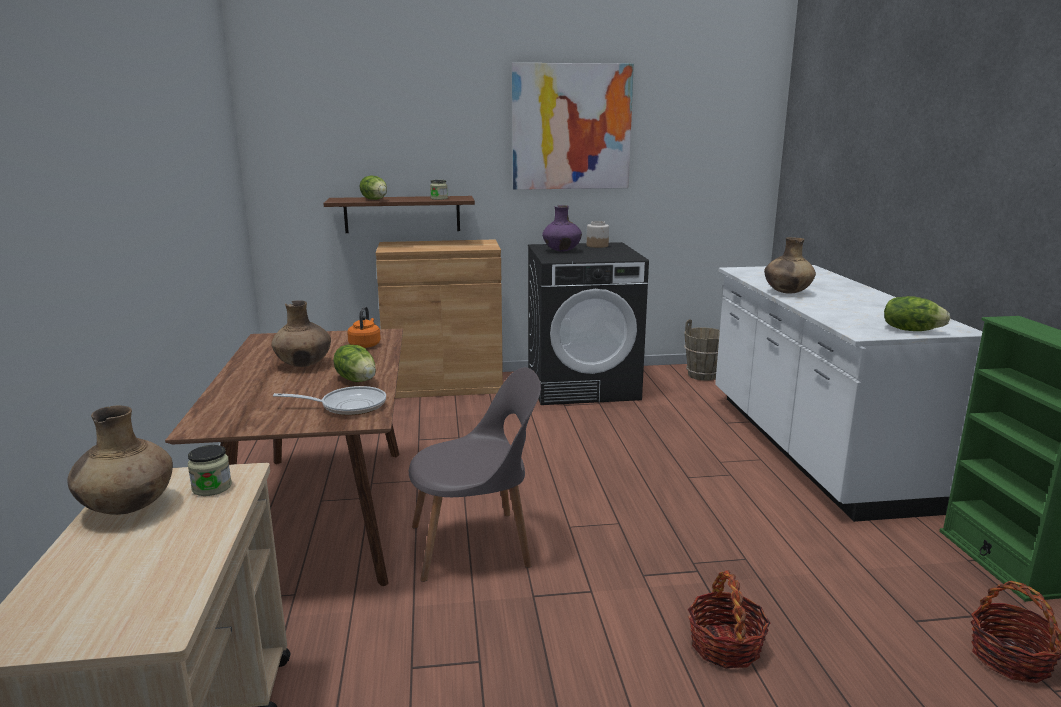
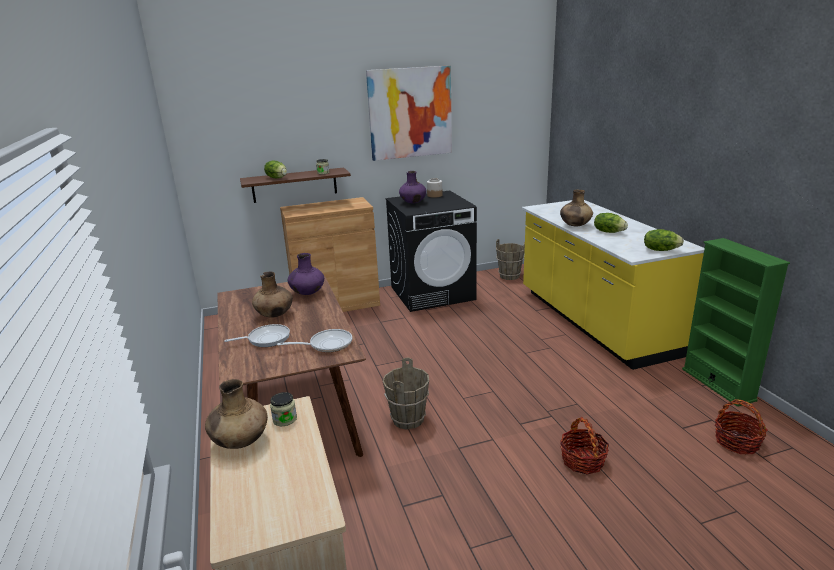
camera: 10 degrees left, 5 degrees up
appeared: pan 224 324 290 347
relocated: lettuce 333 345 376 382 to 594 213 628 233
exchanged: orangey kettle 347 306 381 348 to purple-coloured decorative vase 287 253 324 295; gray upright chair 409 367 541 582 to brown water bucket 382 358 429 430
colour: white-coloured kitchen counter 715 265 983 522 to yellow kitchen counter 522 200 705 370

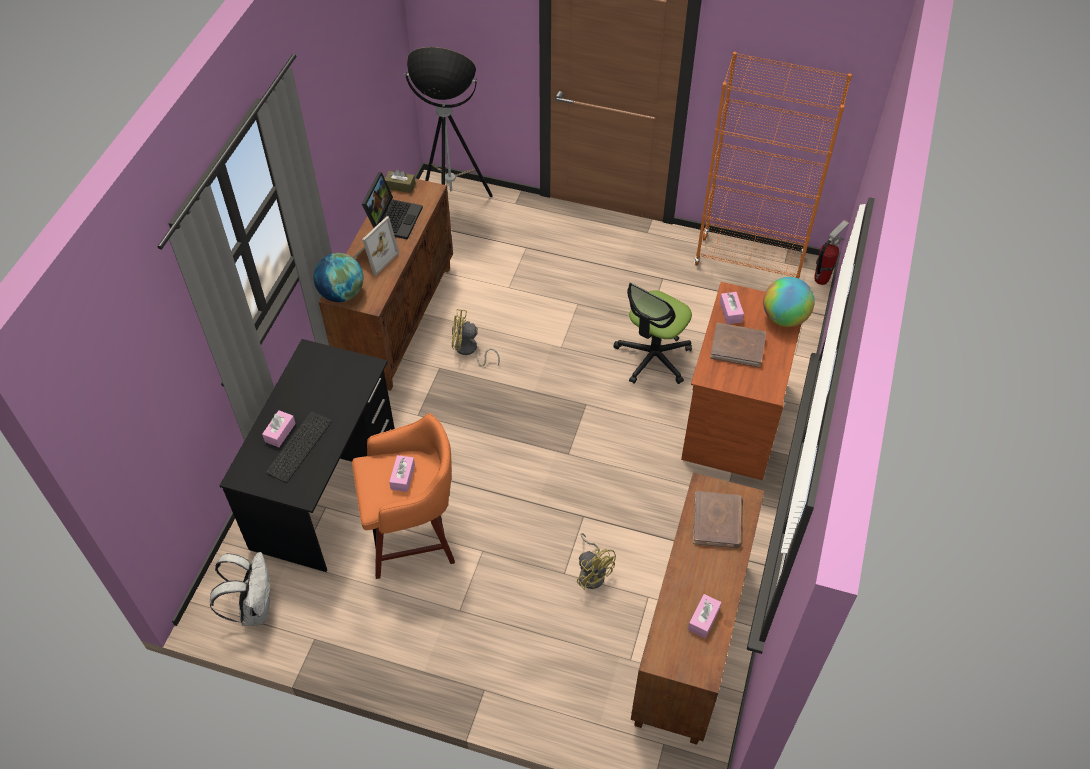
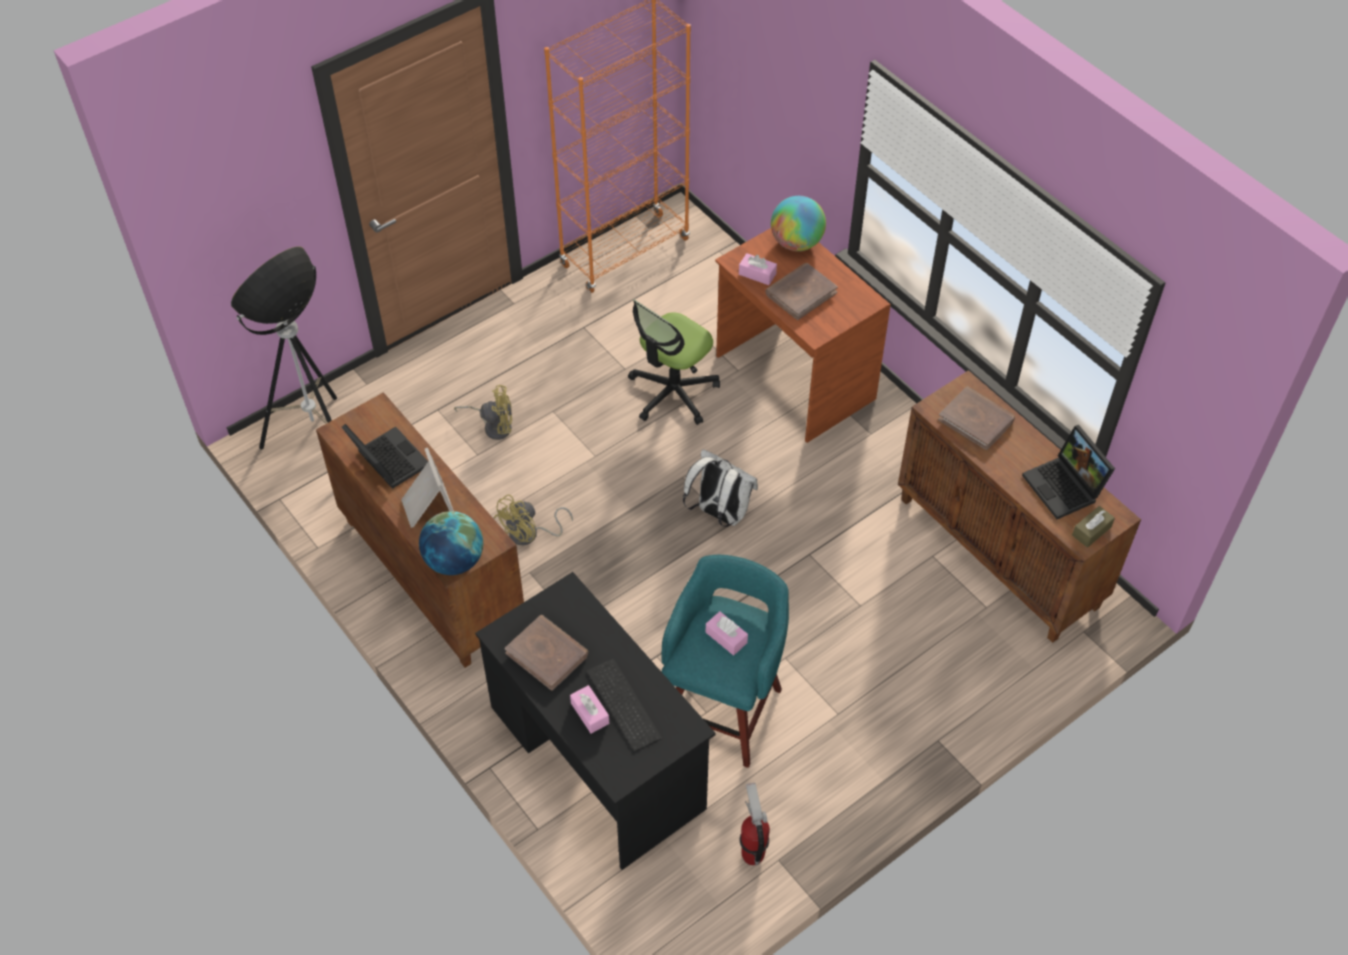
camera: 55 degrees left, 0 degrees up
appeared: brown bound book 505 615 588 691
relocated: brown box of tissues 385 169 416 193 to 1072 506 1115 548; fire-fighting cylinder 815 220 849 285 to 740 783 770 865; yellow electric fan 577 533 616 590 to 454 385 512 440; white-coloured rucksack 210 552 272 626 to 683 449 758 527
exchanged: pinkish box of tissues 688 594 722 638 to laptop 1022 425 1115 519
colour: orangey sitting stool 352 413 455 579 to turquoise sitting stool 661 555 789 768
spun: computer chair 613 283 692 384 = 628 299 720 425 60 degrees clockwise

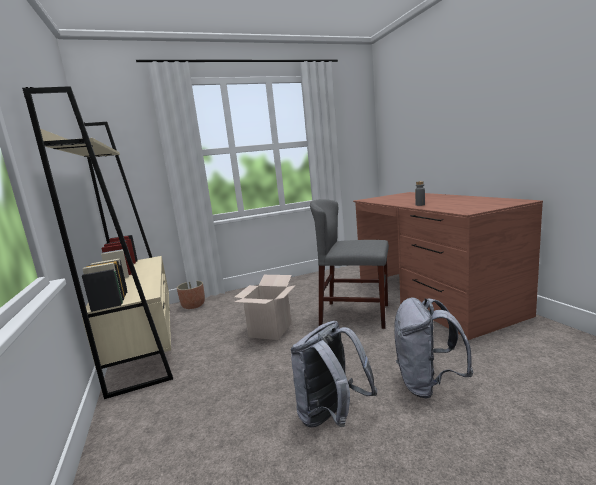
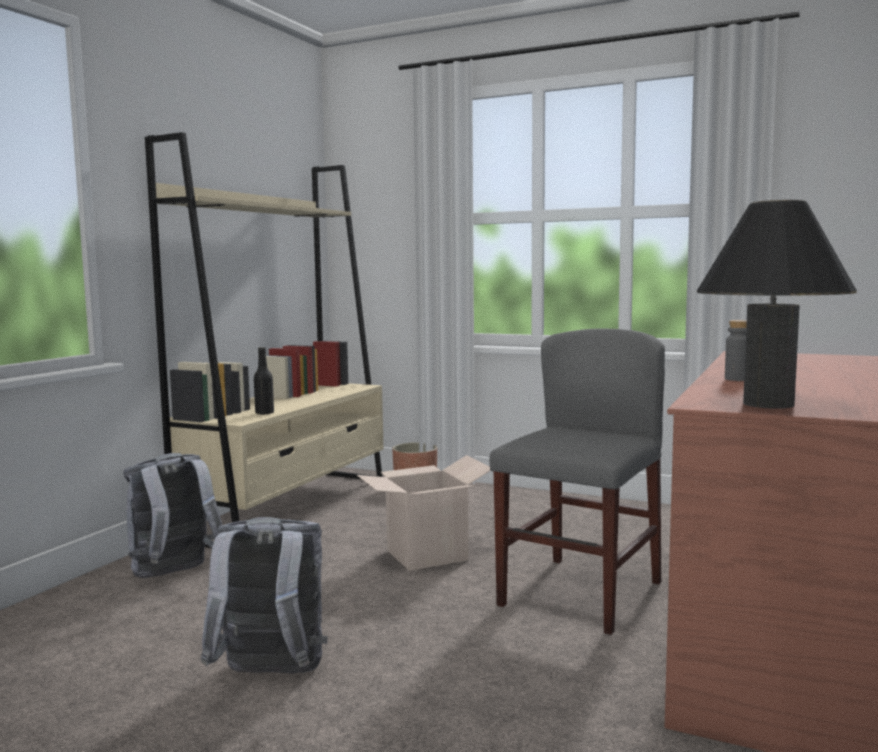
camera: 45 degrees right, 5 degrees down
appeared: blackish table lamp 697 200 857 409; blackish bottle 254 347 274 415
relocated: gray rucksack 394 297 473 399 to 124 453 222 578
spun: gray upright chair 310 199 389 329 = 489 328 665 635 60 degrees clockwise

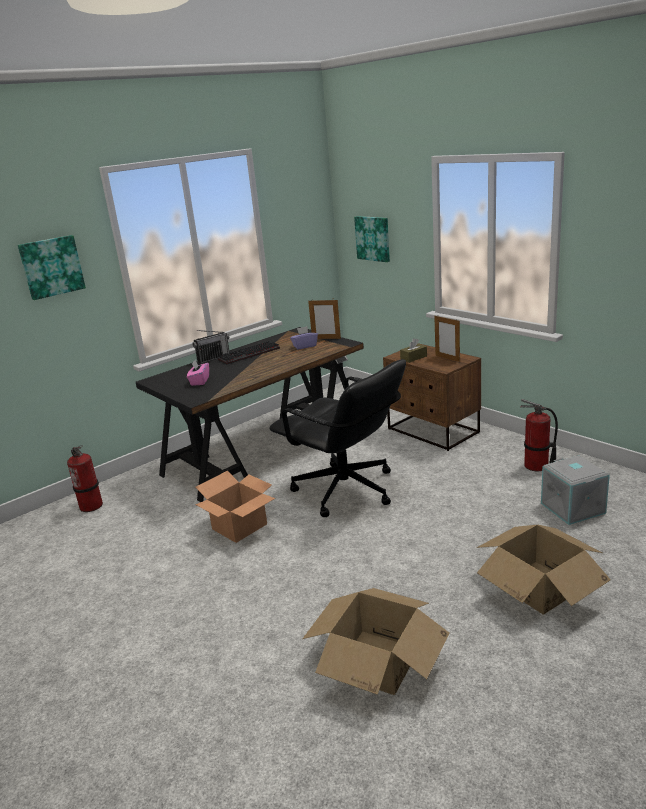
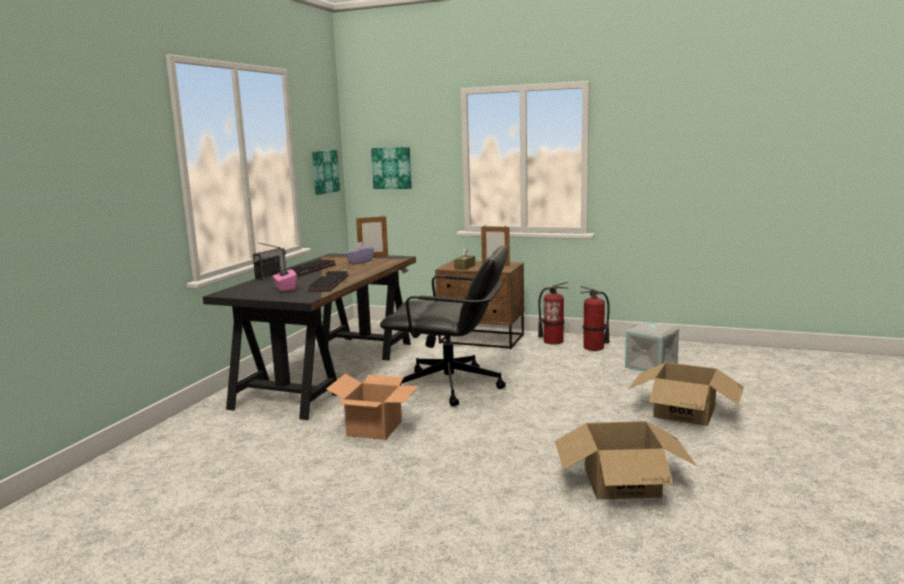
camera: 30 degrees left, 10 degrees down
appeared: PC keyboard 308 271 348 292
relocated: wall art 18 235 86 300 to 312 150 340 195; fire-fighting cylinder 67 445 103 512 to 538 282 568 345

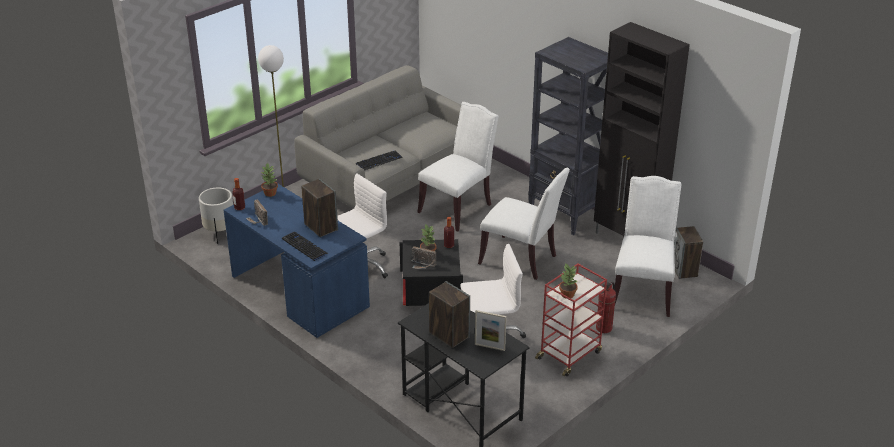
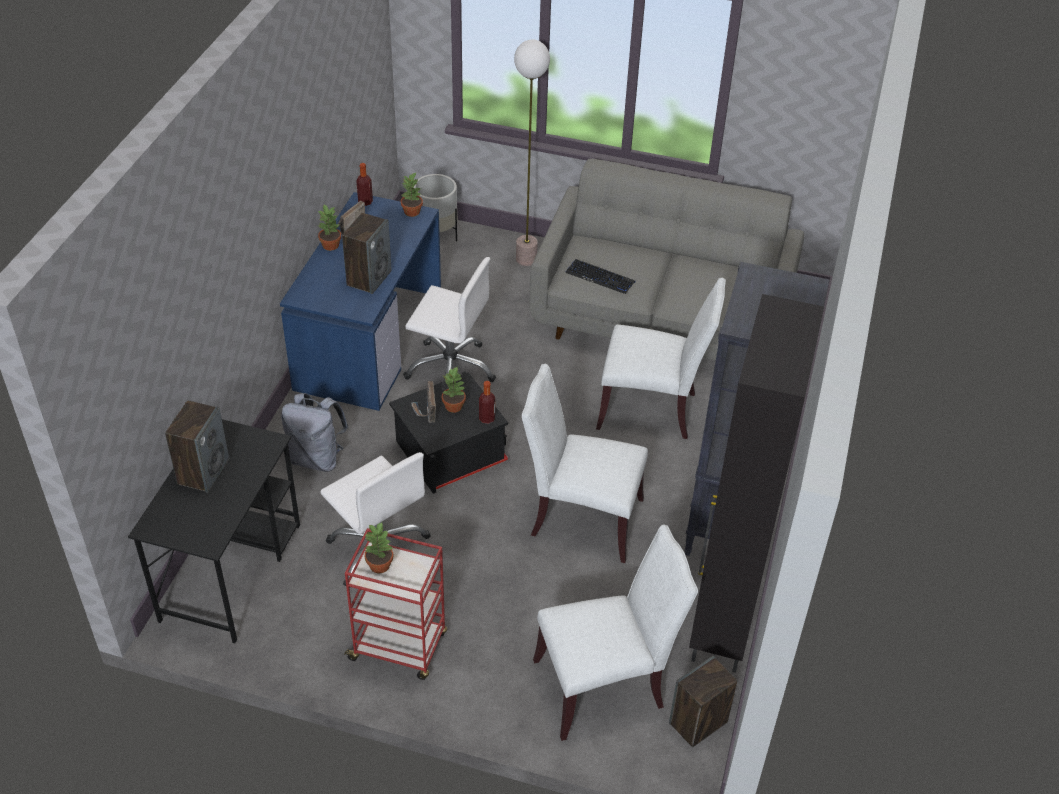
camera: 60 degrees right, 10 degrees up
missing: PC keyboard 282 232 328 261; fire-fighting cylinder 596 282 616 333; picture frame 475 310 506 351
appeared: plant in a pot 318 204 341 251; gray rucksack 281 393 349 472
spun: white-coloured upright chair 478 168 570 280 = 522 364 648 563 105 degrees clockwise

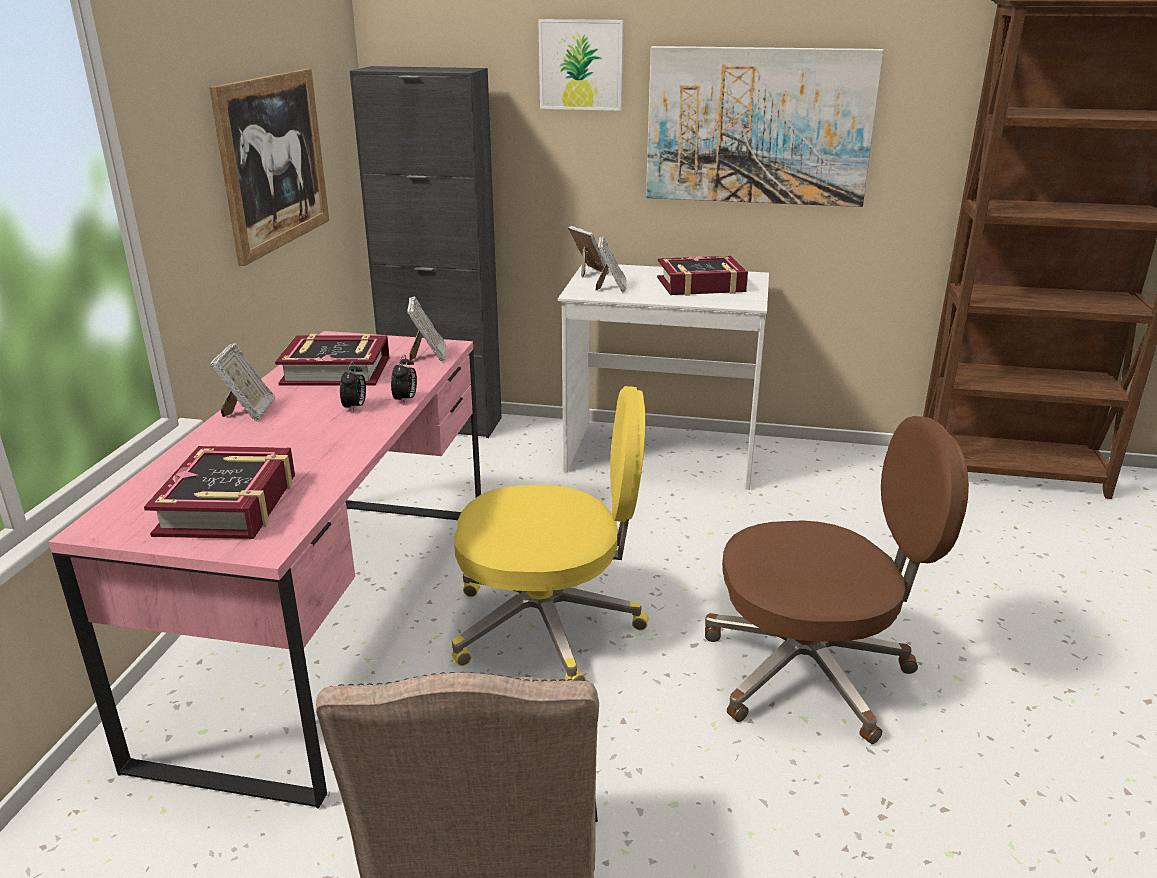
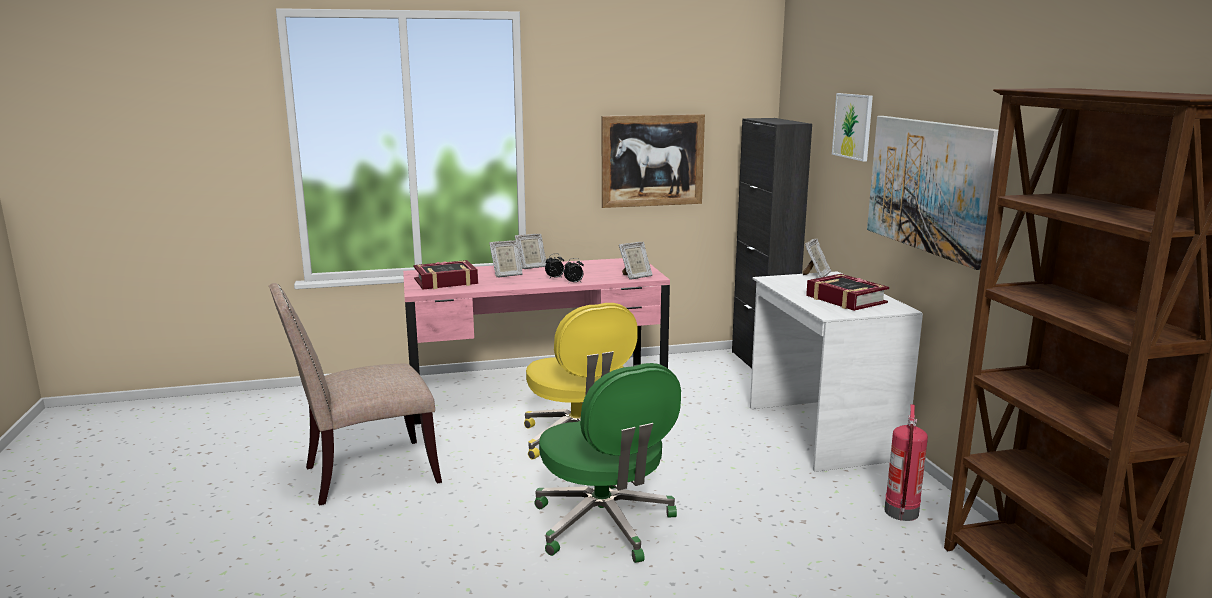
camera: 65 degrees right, 10 degrees down
missing: bound book 275 334 390 386
appeared: fire-fighting cylinder 884 404 928 521
relocated: picture frame 595 236 627 292 to 489 240 523 277
colour: brown computer chair 705 416 969 744 to greenish computer chair 534 363 681 563

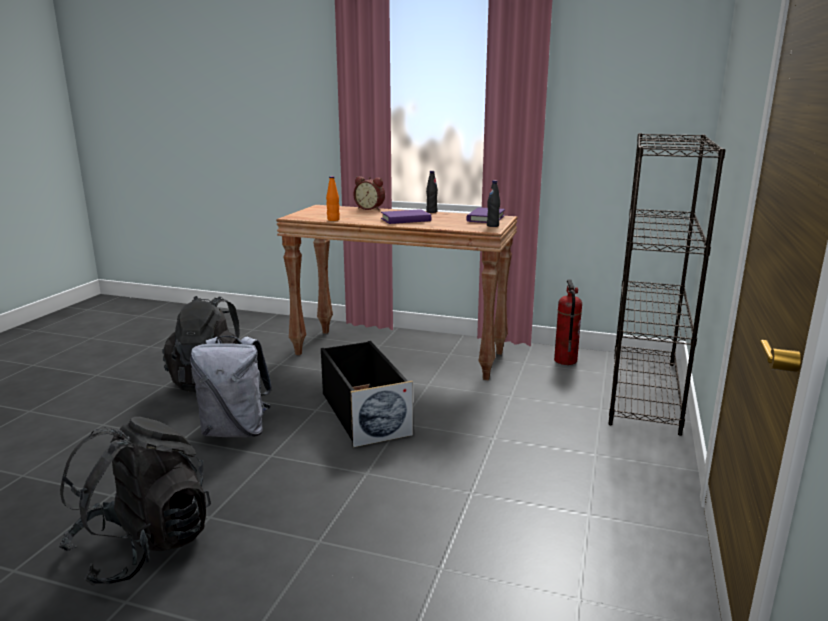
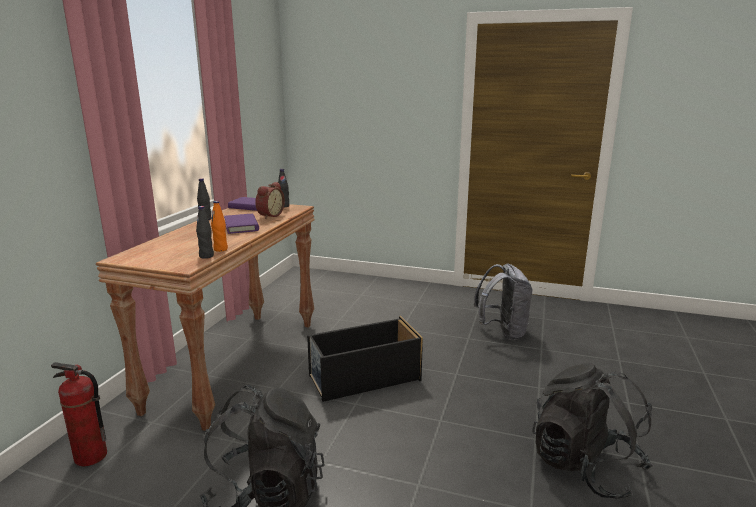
camera: 90 degrees left, 0 degrees up
missing: blackish bookcase 608 133 726 436
appeared: blackish bottle 196 206 214 259
relocated: alarm clock 353 176 385 210 to 255 182 285 219; fire-fighting cylinder 554 279 582 365 to 51 362 107 466; gray rucksack 190 336 272 437 to 474 264 533 340

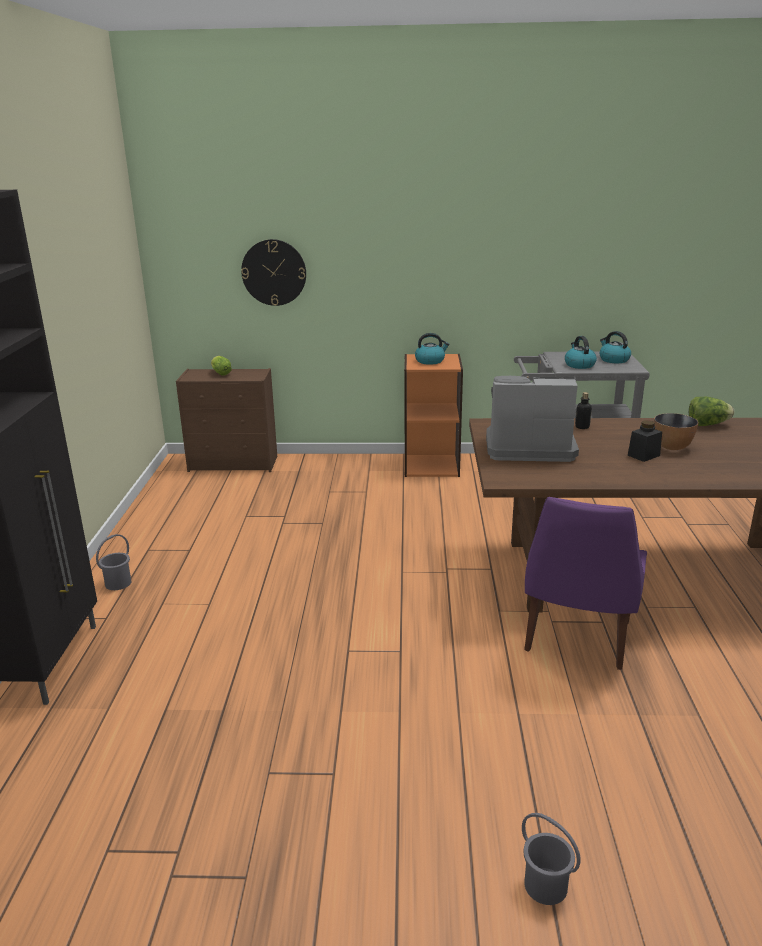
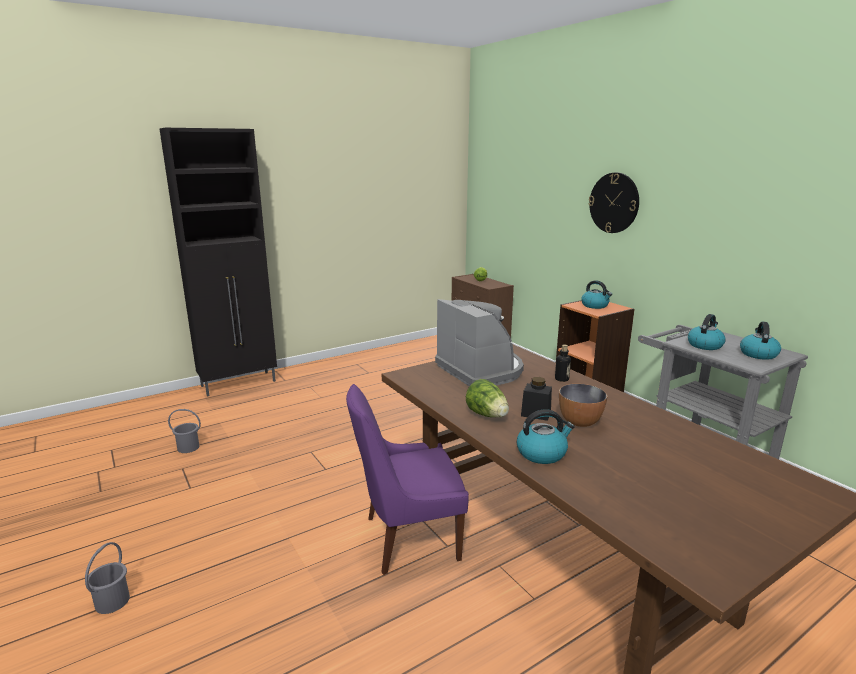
camera: 55 degrees right, 5 degrees down
appeared: kettle 517 409 575 464
relocated: clock on the wall 241 239 306 306 to 588 173 639 233; lettuce 689 397 734 426 to 466 379 509 417; gray water bucket 96 534 131 590 to 168 409 201 453

